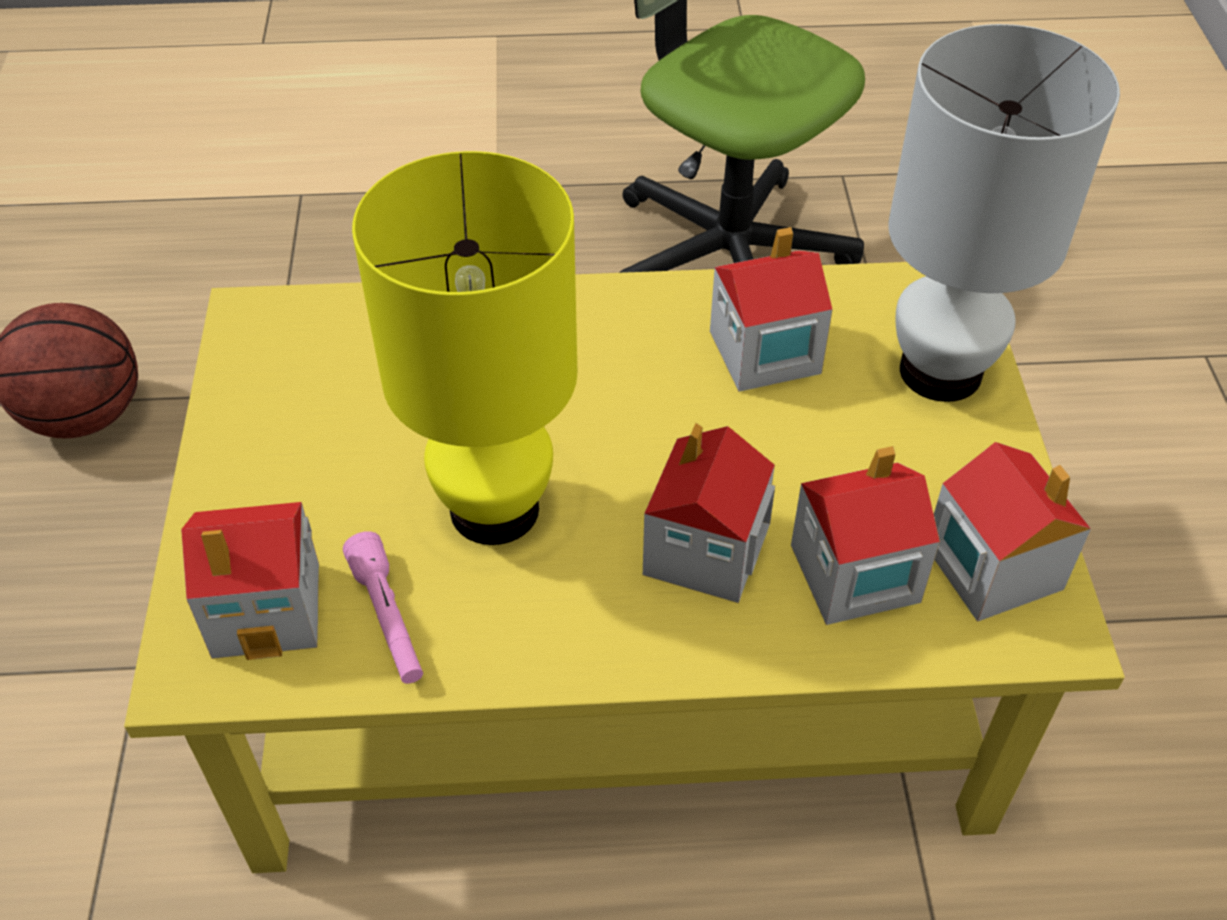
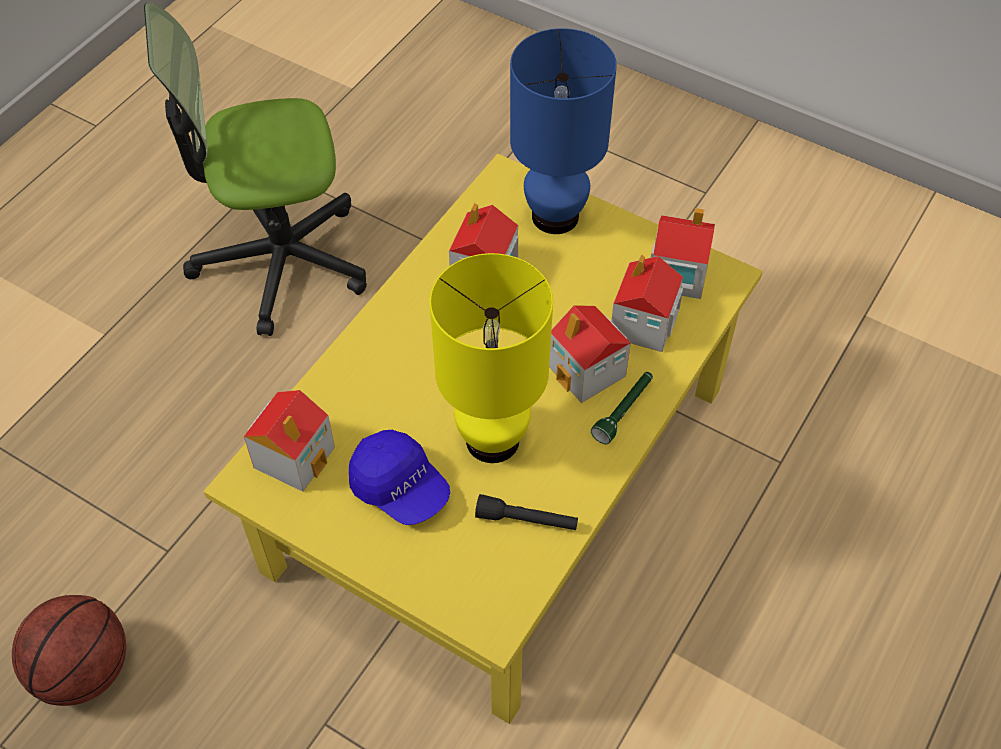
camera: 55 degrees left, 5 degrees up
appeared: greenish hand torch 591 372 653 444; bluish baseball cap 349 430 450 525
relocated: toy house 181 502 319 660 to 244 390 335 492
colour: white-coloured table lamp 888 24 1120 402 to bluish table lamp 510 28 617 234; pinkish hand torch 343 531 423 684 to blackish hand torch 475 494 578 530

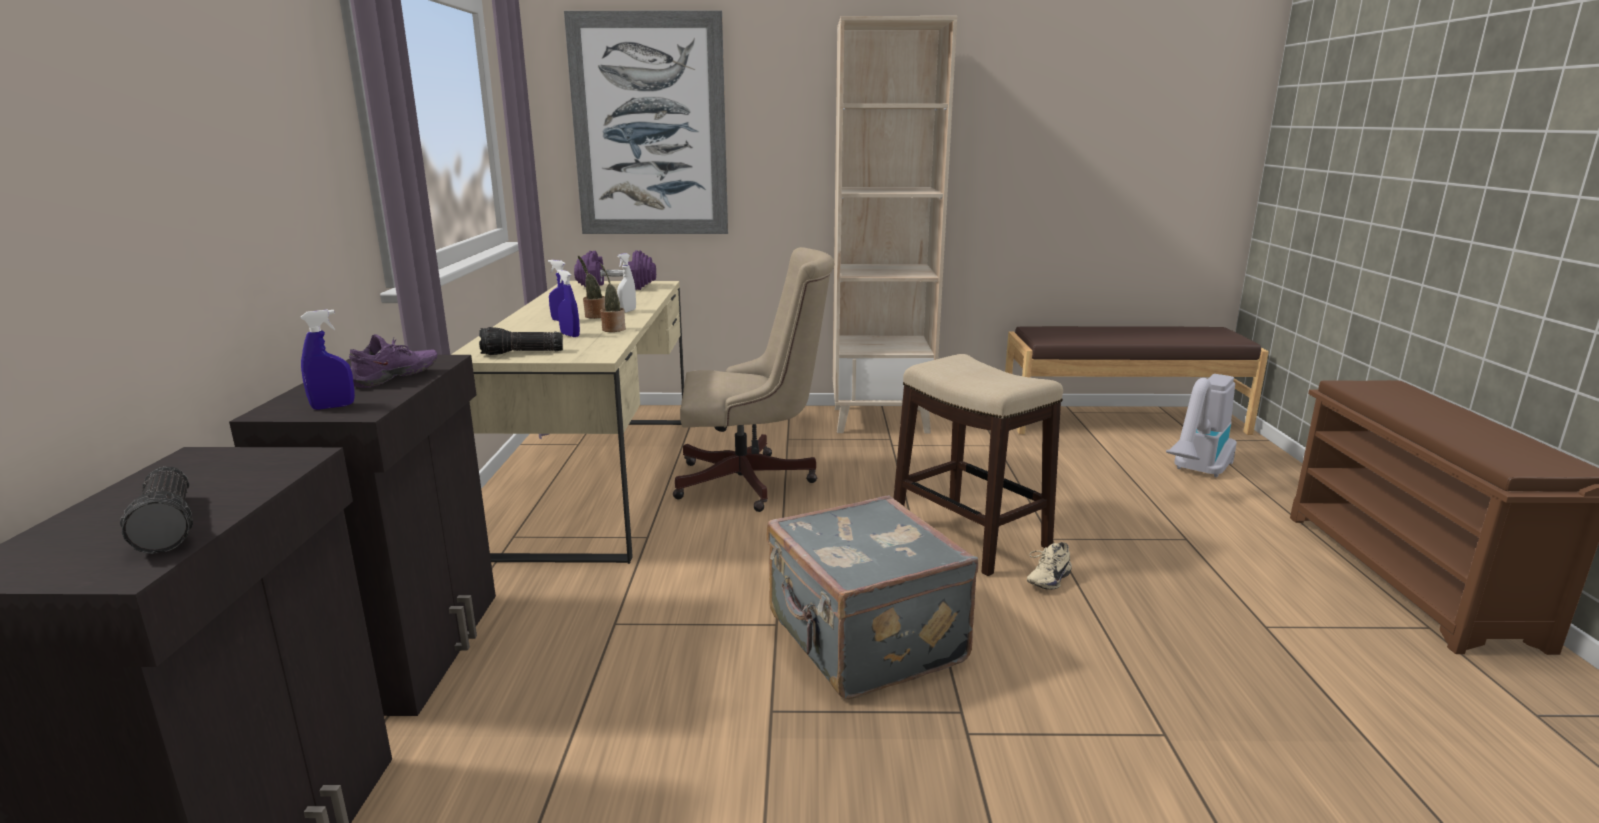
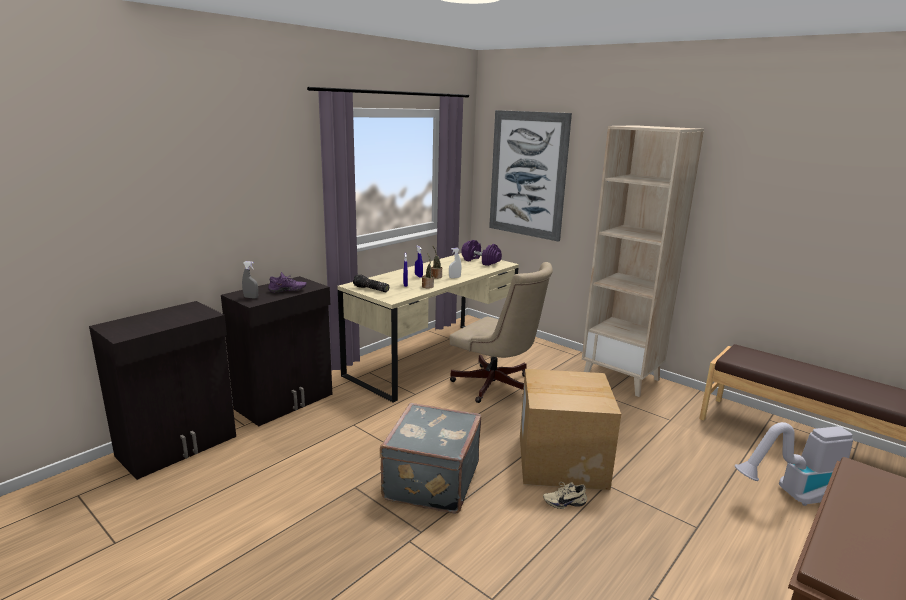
camera: 40 degrees right, 0 degrees up
missing: hand torch 120 466 193 554
exchanged: sitting stool 893 354 1063 576 to carton 520 369 621 490
colour: bluish sprayer 300 309 355 410 to gray sprayer 242 261 258 299

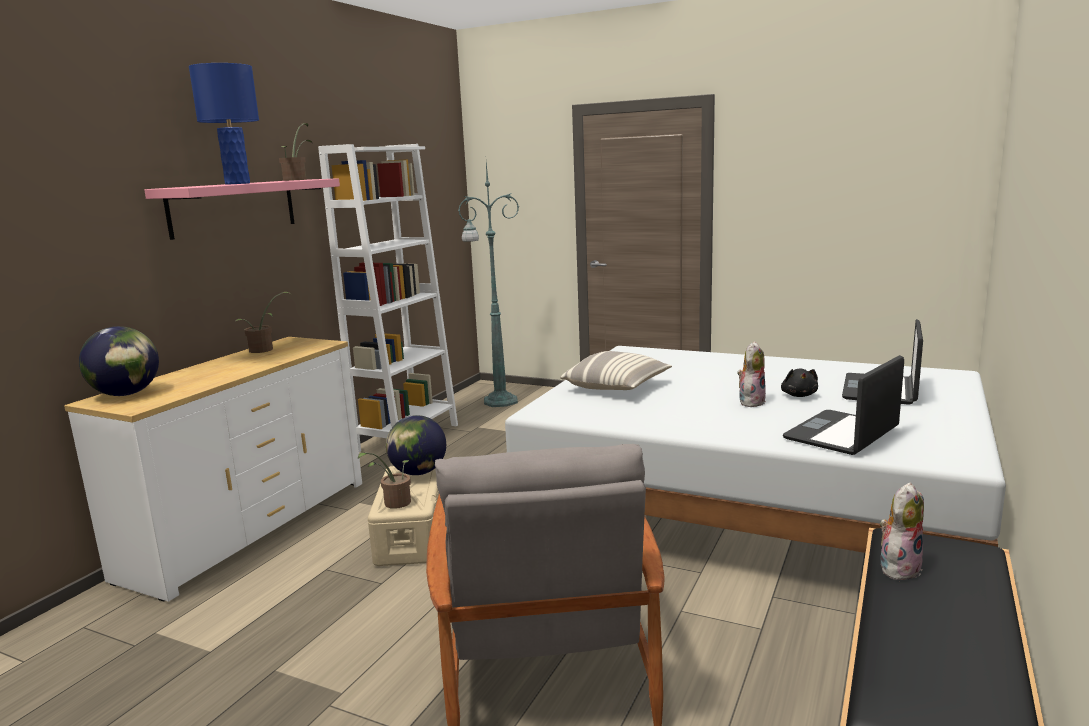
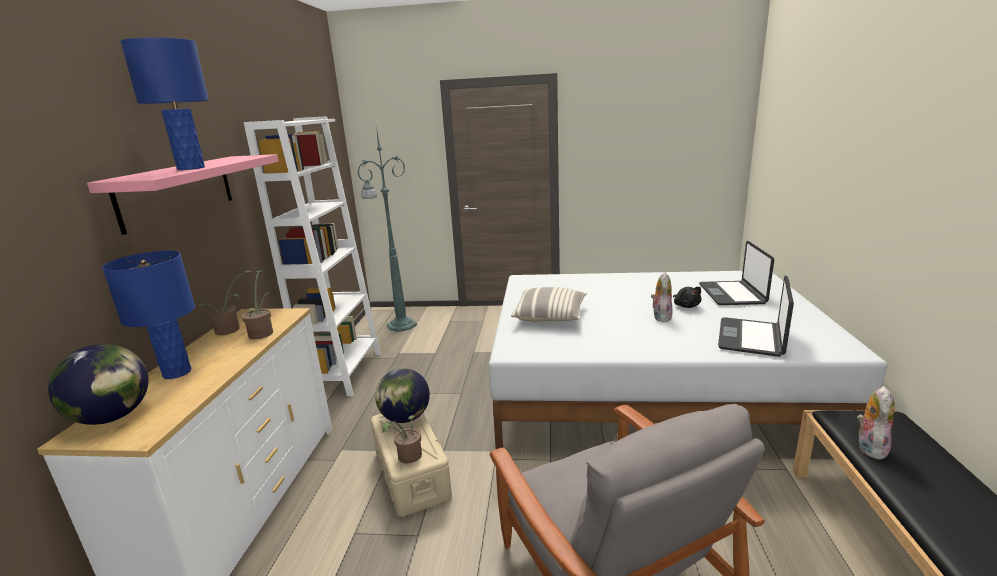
camera: 20 degrees left, 5 degrees up
appeared: bluish table lamp 102 251 195 379
relocated: plant in a pot 279 123 312 181 to 242 270 274 339

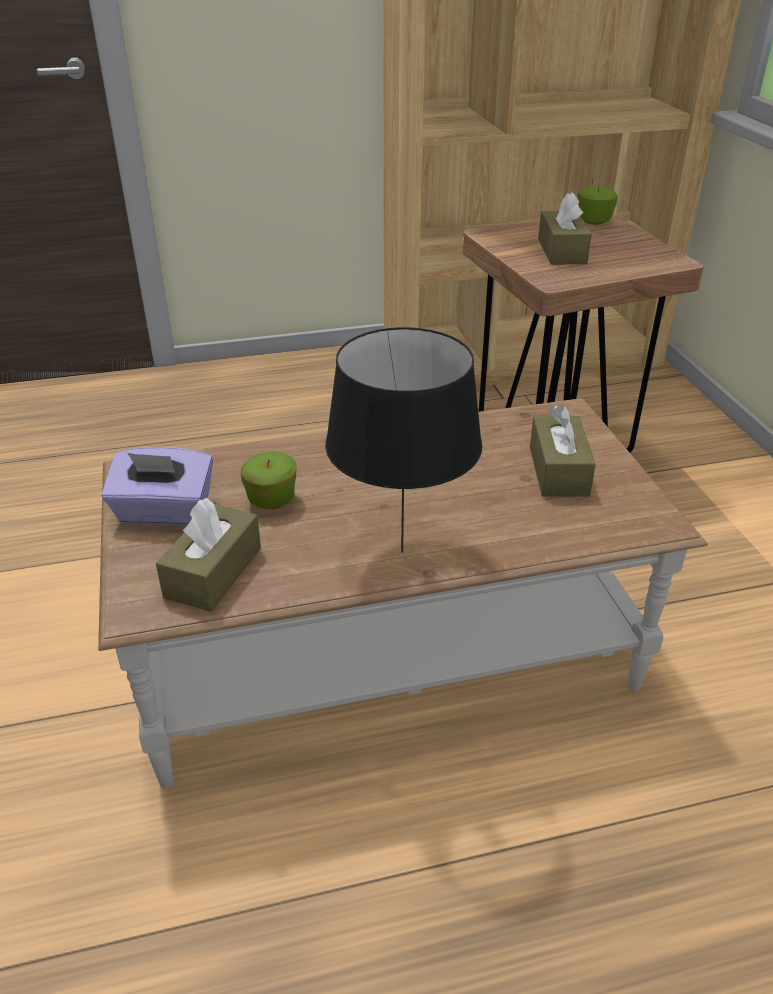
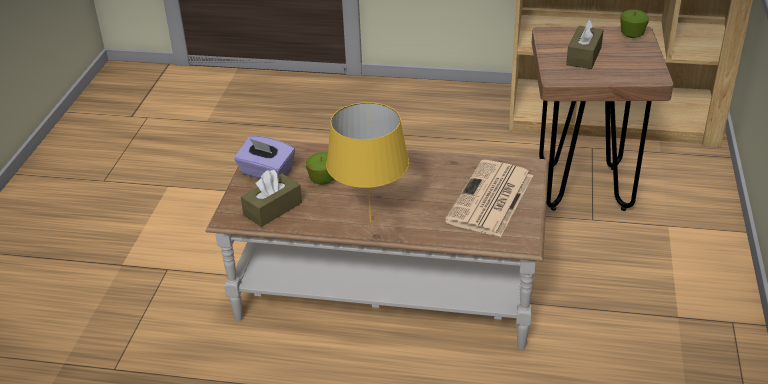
camera: 25 degrees right, 0 degrees up
exchanged: brown box of tissues 530 405 596 496 to printed paper 445 160 533 237
colour: blackish table lamp 325 327 482 553 to yellow table lamp 326 102 409 223

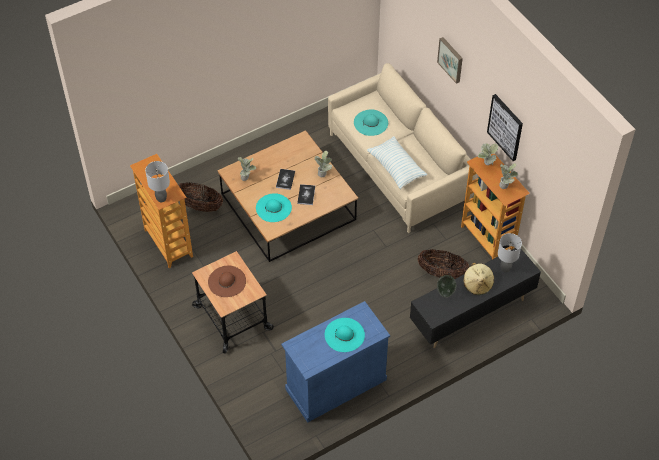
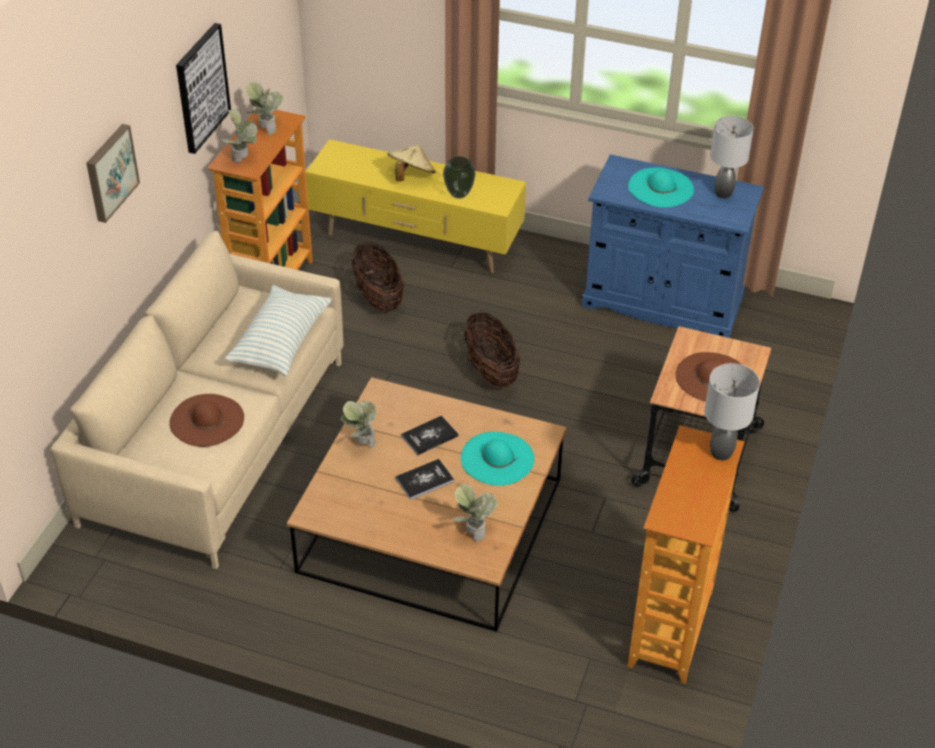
camera: 130 degrees left, 10 degrees down
relocated: household basket 178 182 223 212 to 464 312 520 388; gray table lamp 498 233 522 273 to 710 116 754 198
colour: turquoise clothing hat 354 109 388 136 to brown clothing hat 169 394 244 447; blackish media console 410 248 541 348 to yellow media console 306 139 526 274

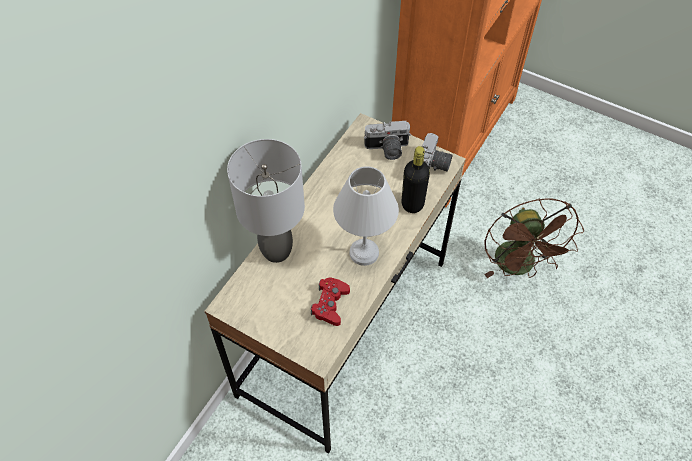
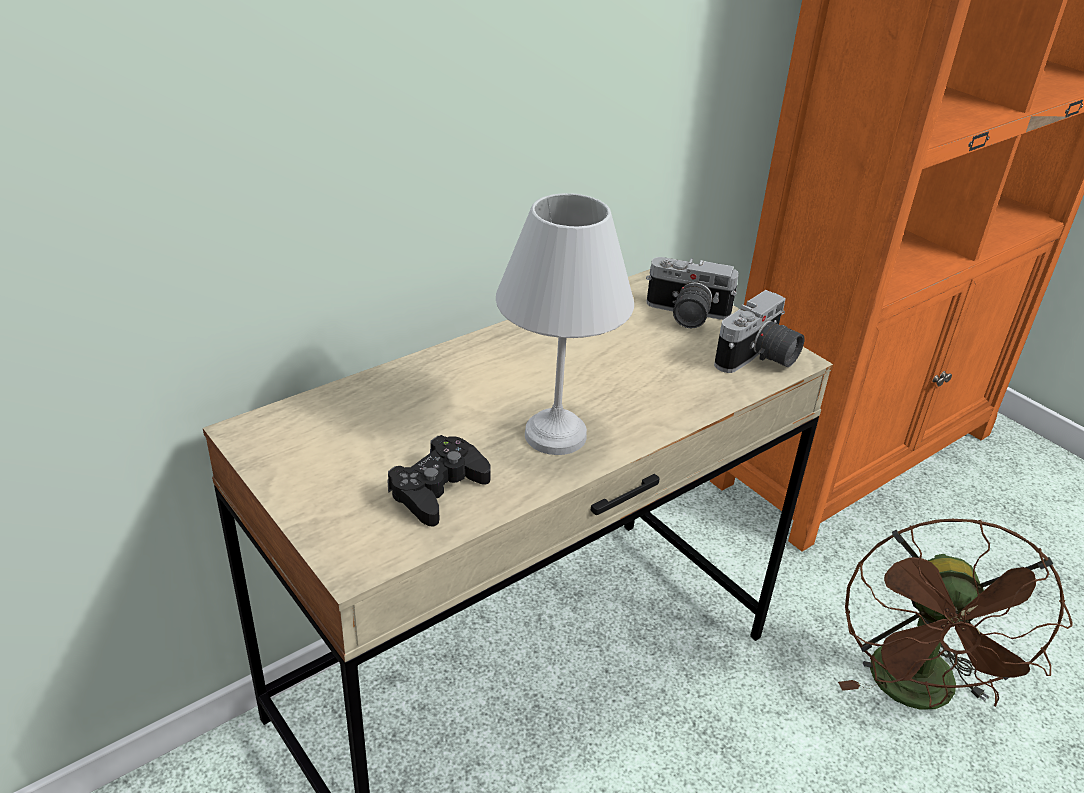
camera: 20 degrees right, 20 degrees down
missing: gray table lamp 227 139 305 263; blackish bottle 402 146 430 213
colour: red gamepad 311 278 350 326 to blackish gamepad 387 435 491 526

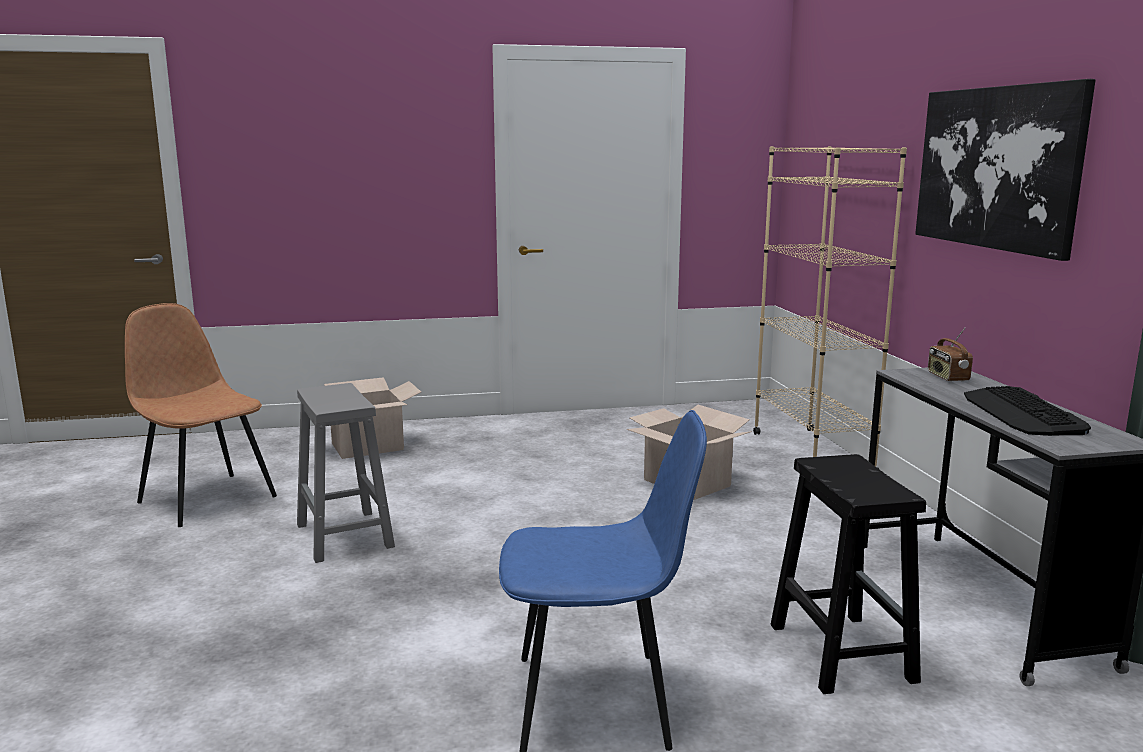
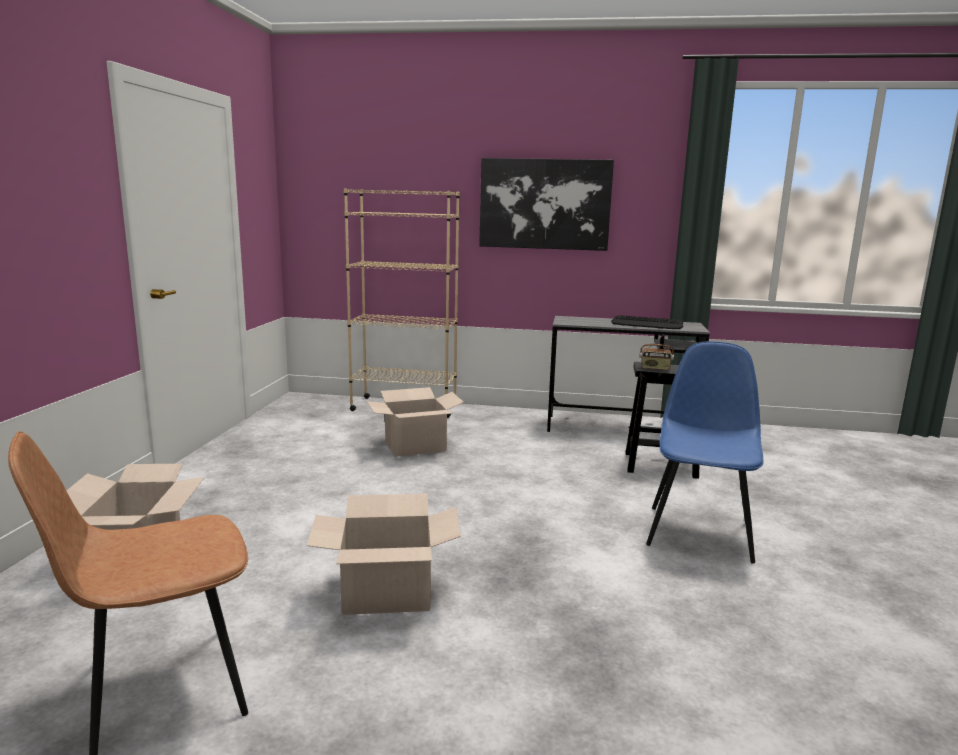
camera: 70 degrees left, 0 degrees up
relocated: radio set 928 327 973 382 to 639 334 674 370
exchanged: gray sitting stool 297 383 395 563 to carton 307 494 461 615

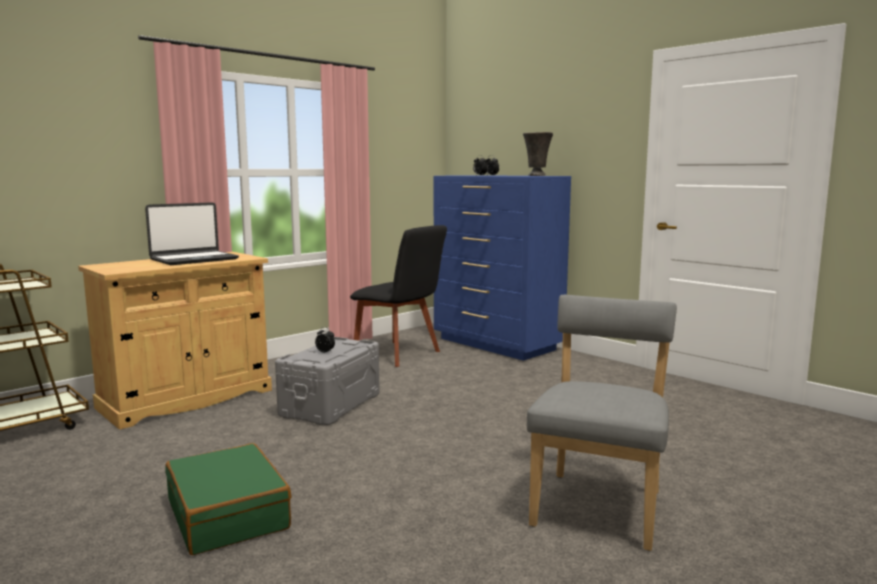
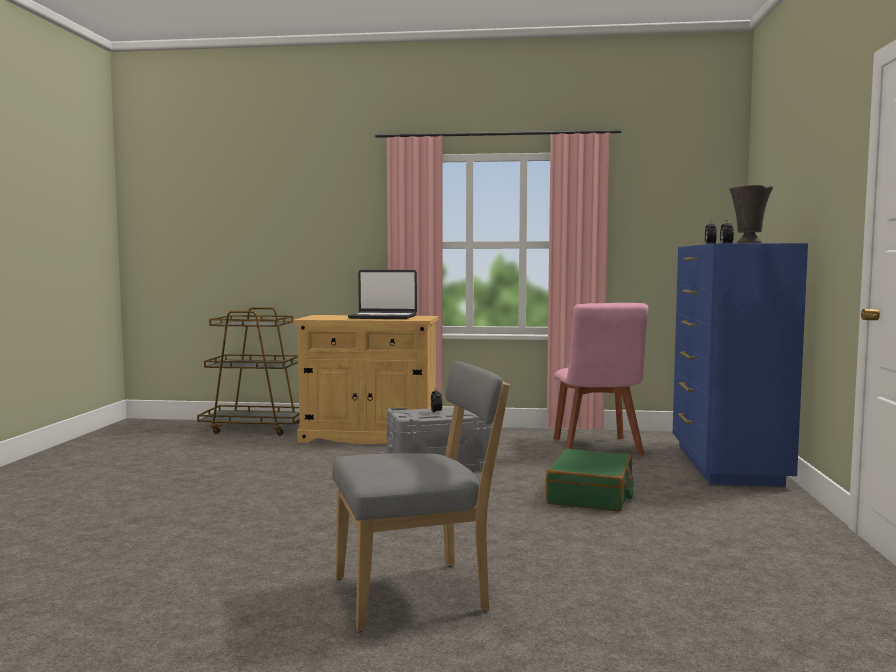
camera: 50 degrees right, 5 degrees down
relocated: greenish travel case 165 443 291 555 to 546 448 634 512
colour: blackish upright chair 350 225 447 367 to pinkish upright chair 553 303 648 456

